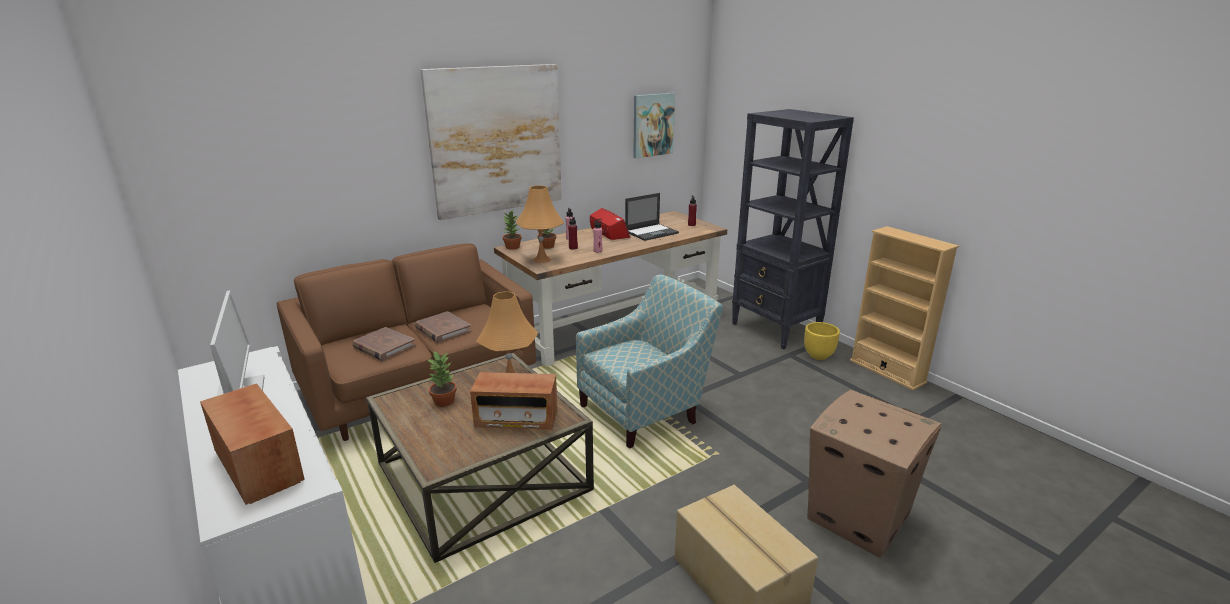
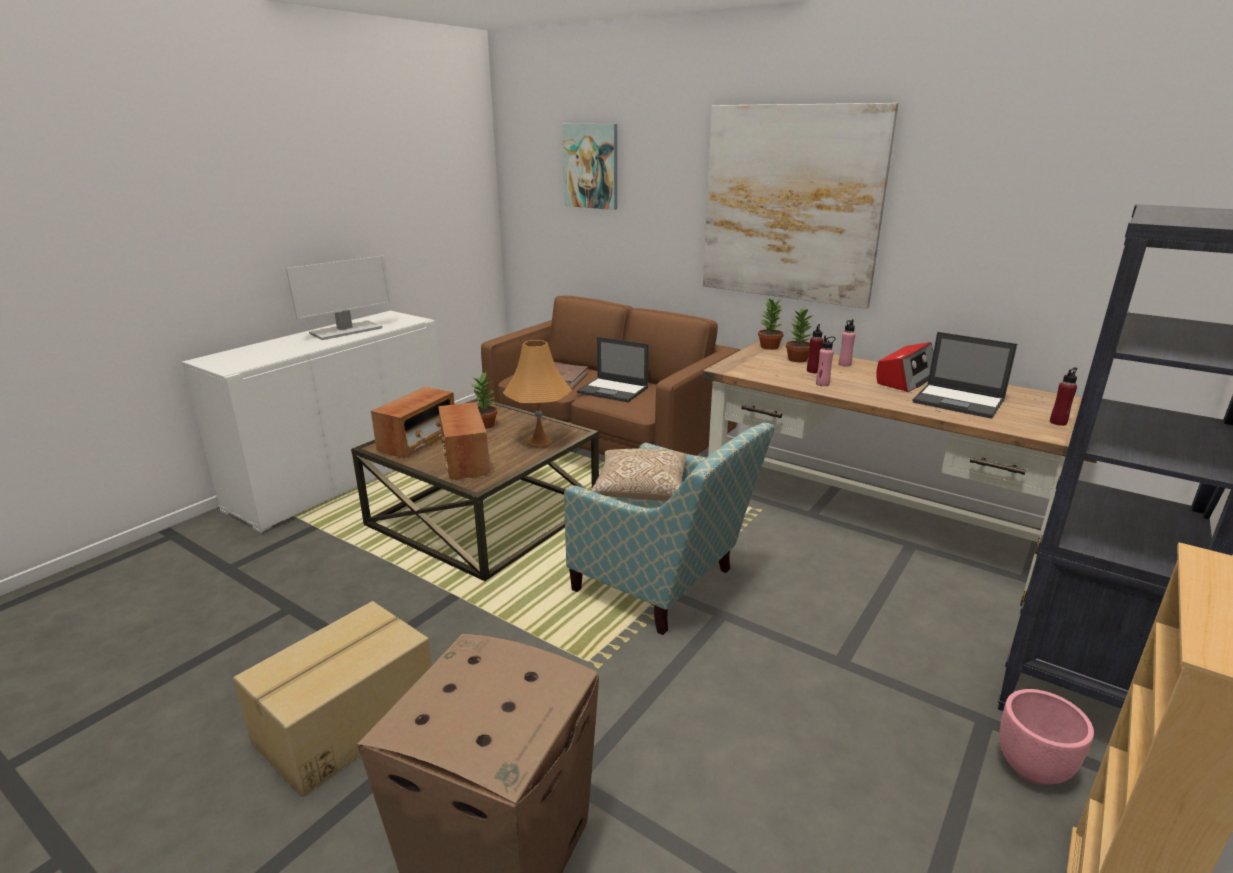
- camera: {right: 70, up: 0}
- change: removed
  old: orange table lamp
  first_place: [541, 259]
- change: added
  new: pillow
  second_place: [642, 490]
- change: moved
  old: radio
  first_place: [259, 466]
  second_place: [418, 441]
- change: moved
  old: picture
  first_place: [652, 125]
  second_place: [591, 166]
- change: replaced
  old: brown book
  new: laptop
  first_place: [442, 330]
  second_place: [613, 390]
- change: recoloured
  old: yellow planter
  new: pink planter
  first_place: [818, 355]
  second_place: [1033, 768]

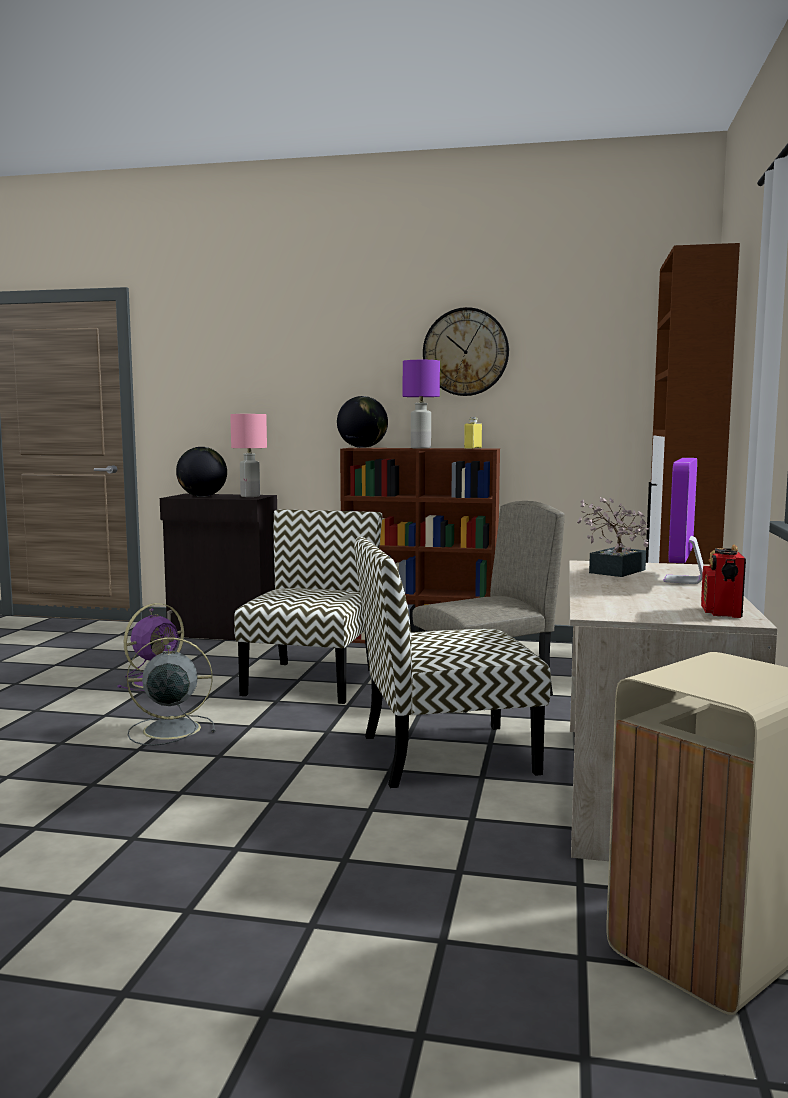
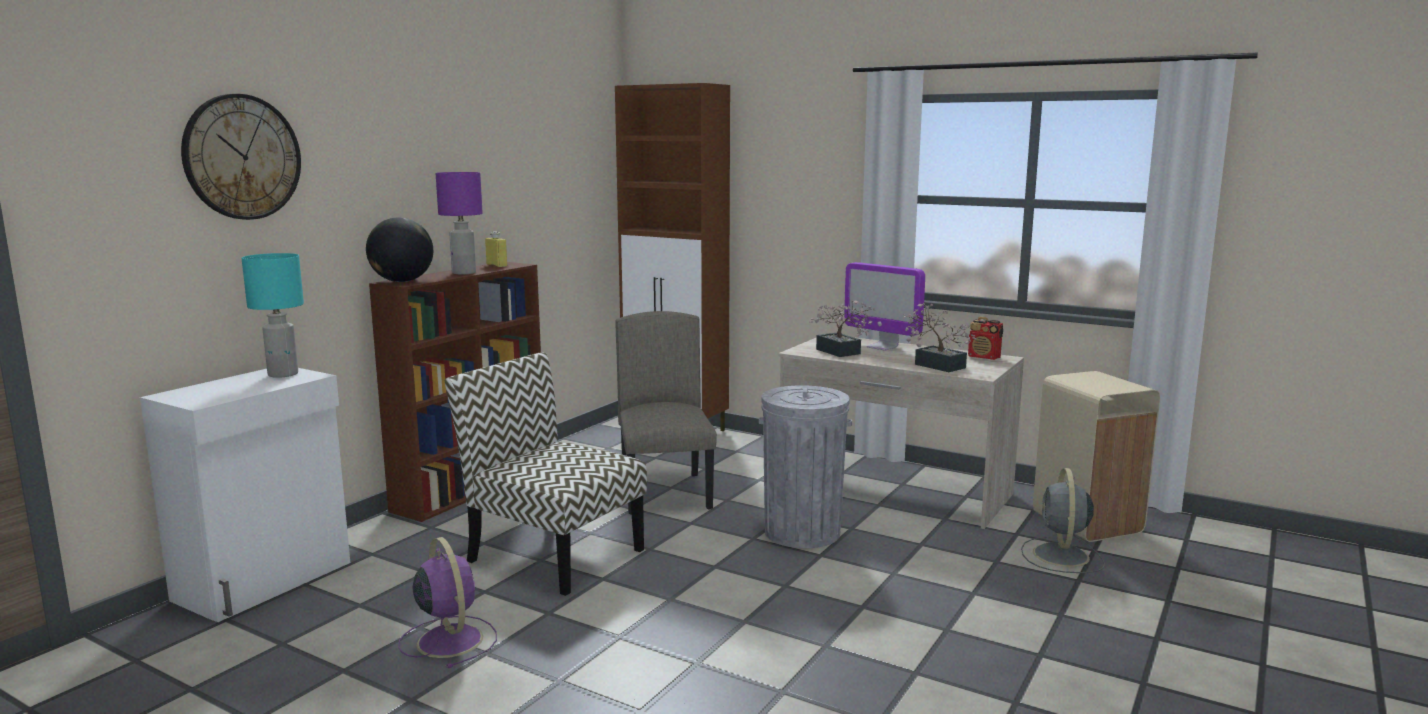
- camera: {right: -70, up: 5}
- change: removed
  old: globe
  first_place: [202, 496]
- change: added
  new: potted plant
  second_place: [935, 365]
- change: moved
  old: grey fan
  first_place: [169, 730]
  second_place: [1061, 556]
- change: moved
  old: wall clock
  first_place: [465, 352]
  second_place: [242, 157]
- change: replaced
  old: chair
  new: grey trash can
  first_place: [445, 755]
  second_place: [802, 532]
- change: recoloured
  old: black cabinet
  new: white cabinet
  first_place: [224, 633]
  second_place: [266, 581]
- change: recoloured
  old: pink table lamp
  new: turquoise table lamp
  first_place: [250, 496]
  second_place: [284, 374]

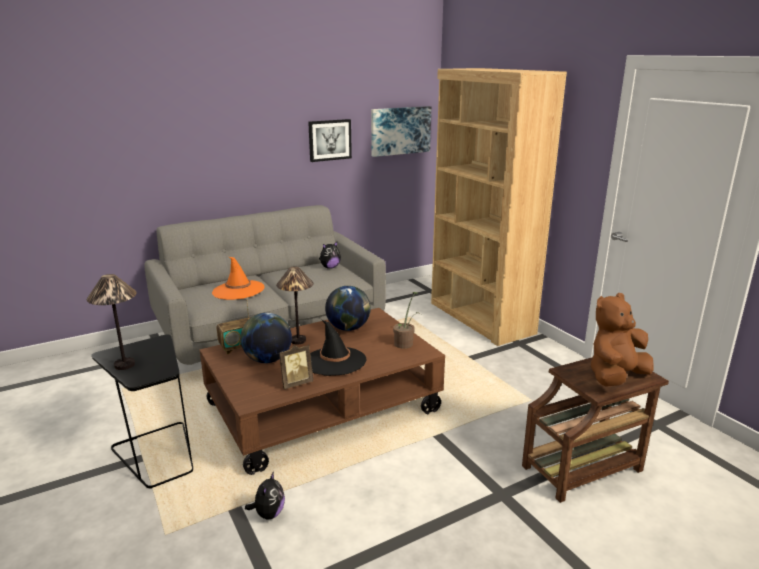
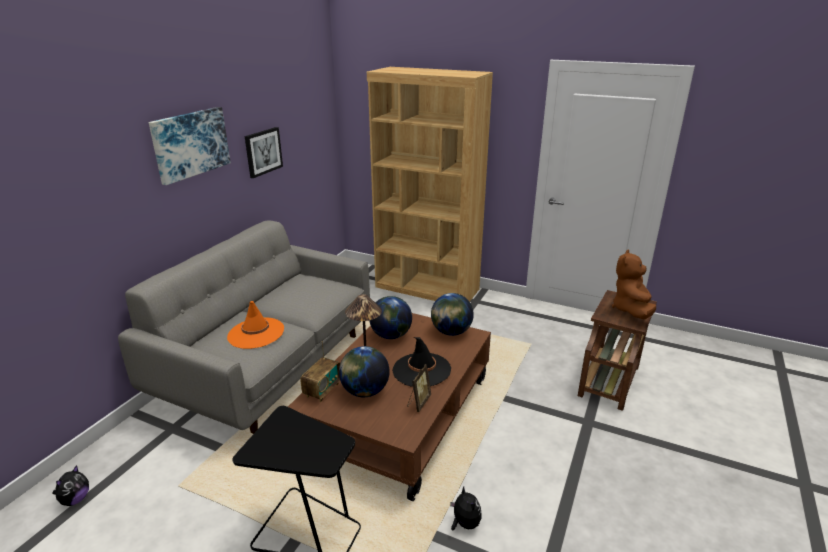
- camera: {right: -35, up: 5}
- change: removed
  old: table lamp
  first_place: [124, 365]
- change: moved
  old: plush toy
  first_place: [330, 267]
  second_place: [75, 499]
- change: moved
  old: picture
  first_place: [400, 130]
  second_place: [190, 144]
- change: replaced
  old: potted plant
  new: globe
  first_place: [405, 343]
  second_place: [451, 332]

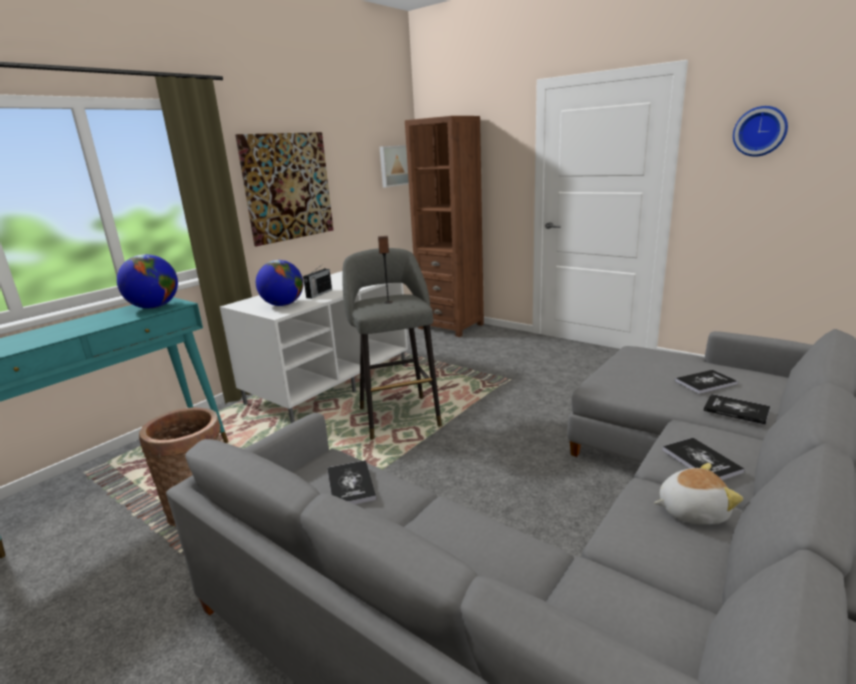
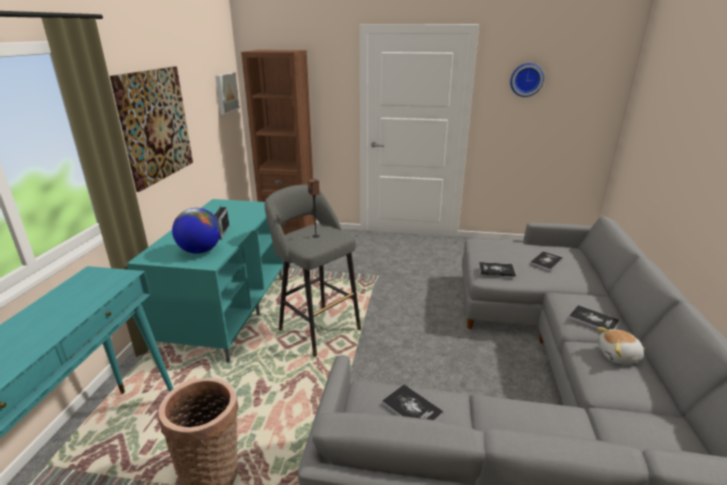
- camera: {right: -30, up: 5}
- change: removed
  old: globe
  first_place: [154, 307]
- change: moved
  old: book
  first_place: [736, 410]
  second_place: [496, 270]
- change: recoloured
  old: white tv stand
  new: turquoise tv stand
  first_place: [329, 383]
  second_place: [226, 311]
- change: turned
  old: plush toy
  first_place: [691, 511]
  second_place: [618, 356]
  degrees: -150

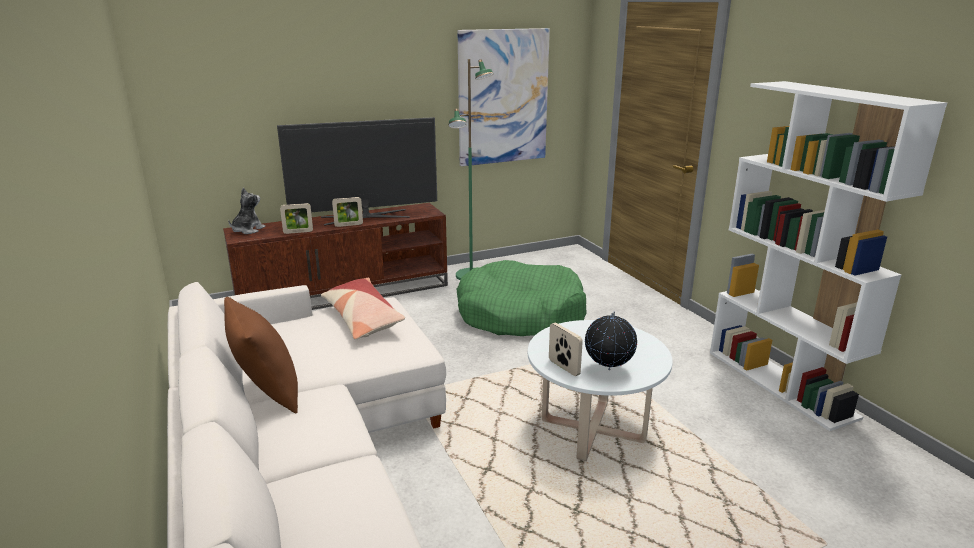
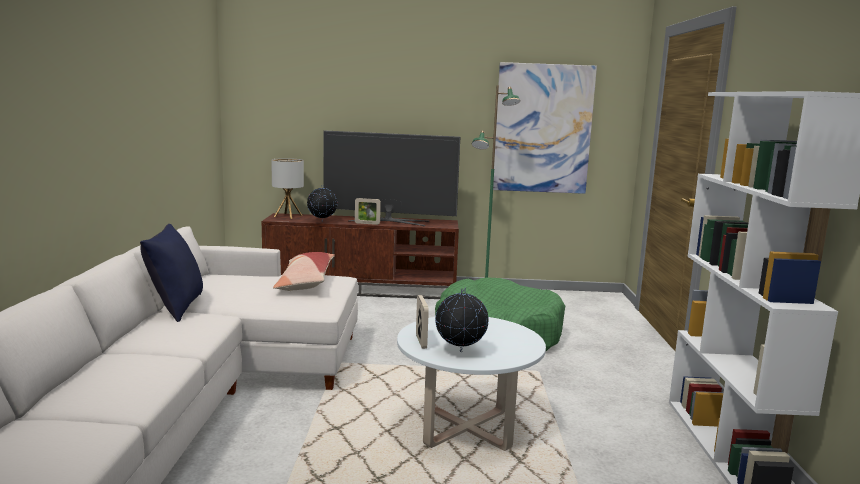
- camera: {right: 25, up: -10}
- change: replaced
  old: plush toy
  new: table lamp
  first_place: [247, 230]
  second_place: [288, 216]
- change: replaced
  old: picture frame
  new: globe
  first_place: [298, 232]
  second_place: [322, 222]
- change: recoloured
  old: brown pillow
  new: blue pillow
  first_place: [267, 394]
  second_place: [175, 308]

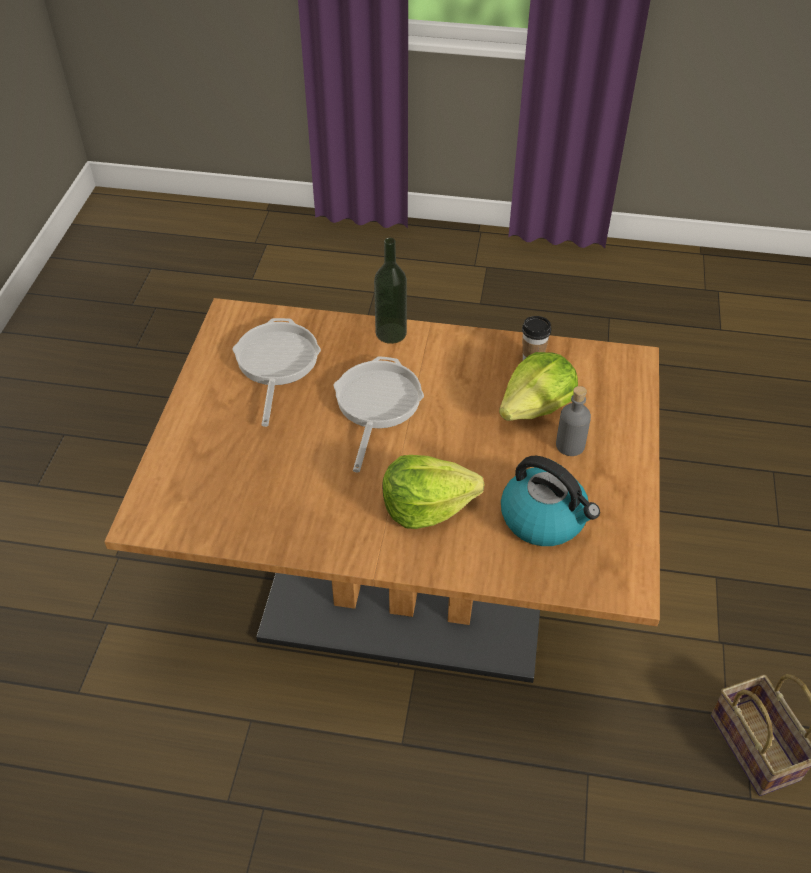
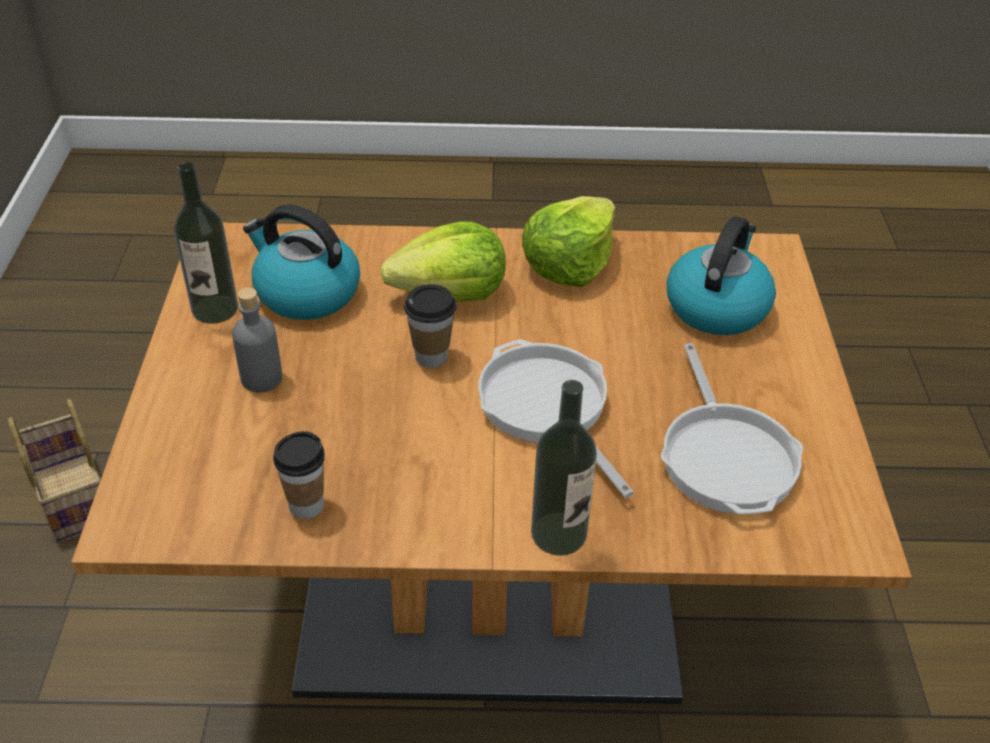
- camera: {right: 170, up: -5}
- change: added
  new: bottle
  second_place: [215, 309]
- change: added
  new: cup
  second_place: [431, 356]
- change: added
  new: kettle
  second_place: [716, 306]
- change: moved
  old: lettuce
  first_place: [536, 407]
  second_place: [569, 264]
- change: turned
  old: frying pan
  first_place: [376, 404]
  second_place: [547, 407]
  degrees: 150

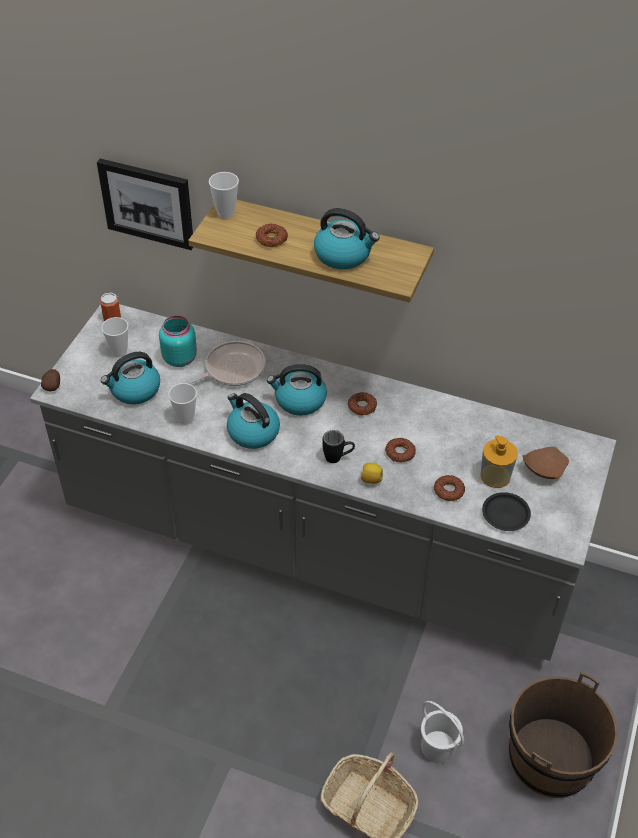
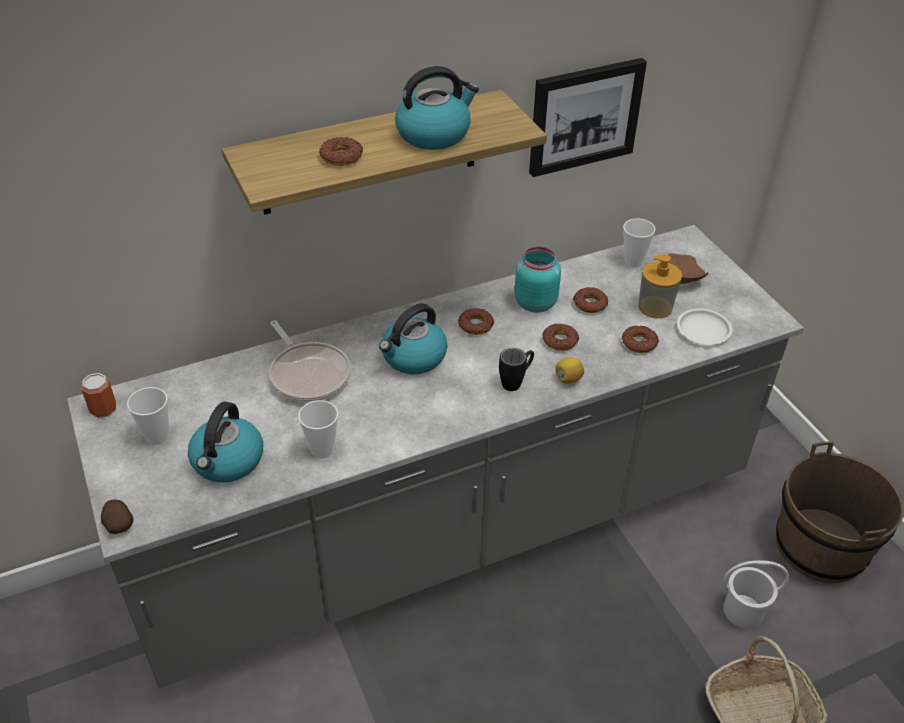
- camera: {right: -45, up: -5}
- change: removed
  old: kettle
  first_place: [252, 432]
- change: added
  new: donut
  second_place: [590, 304]
- change: moved
  old: picture
  first_place: [147, 203]
  second_place: [584, 116]
- change: moved
  old: turquoise jar
  first_place: [180, 357]
  second_place: [534, 302]
- change: moved
  old: cup
  first_place: [225, 213]
  second_place: [633, 262]
- change: recoloured
  old: black plate
  new: white plate
  first_place: [506, 514]
  second_place: [704, 330]
- change: turned
  old: frying pan
  first_place: [231, 369]
  second_place: [308, 374]
  degrees: 135

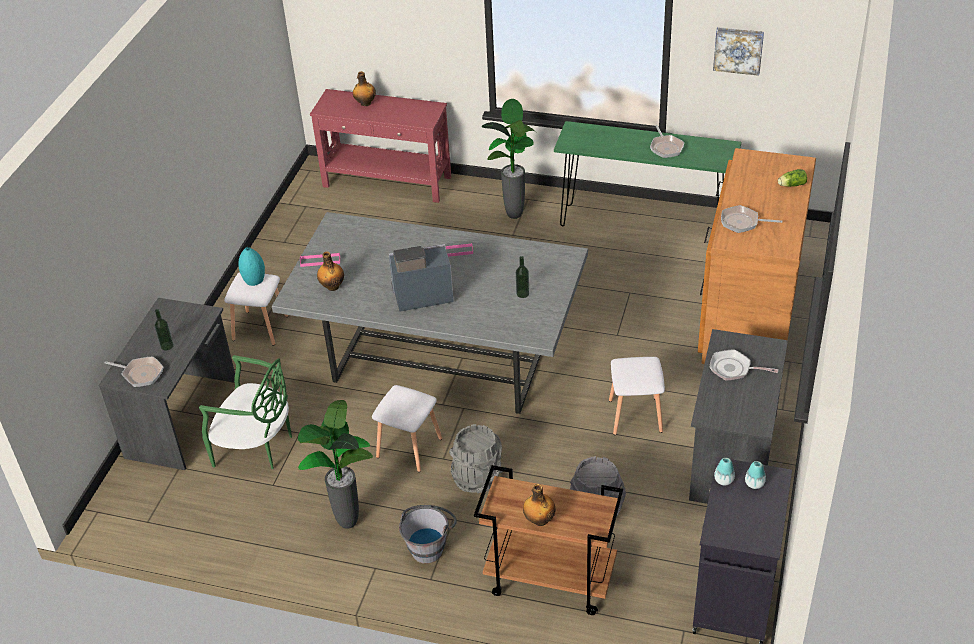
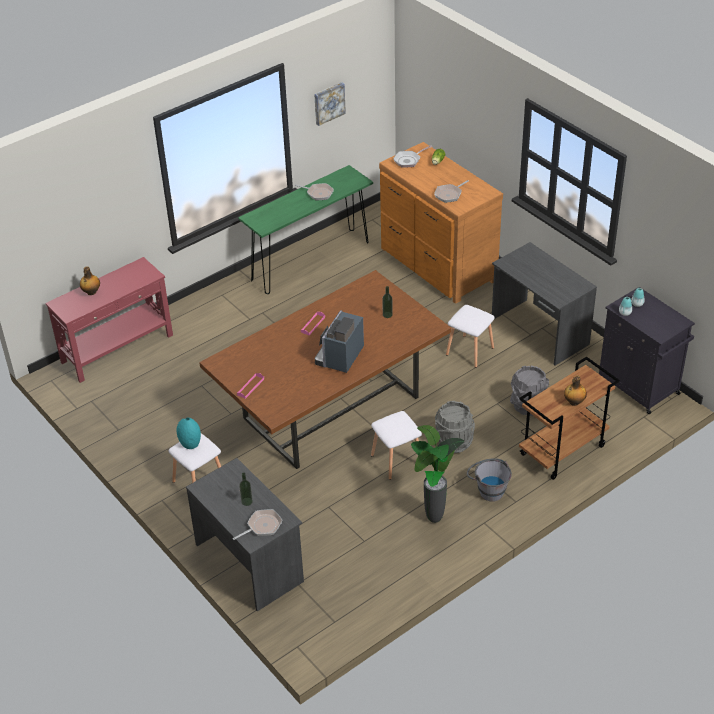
- camera: {right: -55, up: 0}
- change: removed
  old: green chair
  first_place: [256, 447]
- change: removed
  old: bottle
  first_place: [332, 286]
- change: removed
  old: potted plant
  first_place: [515, 215]
- change: moved
  old: frying pan
  first_place: [733, 369]
  second_place: [409, 160]
- change: recoloured
  old: grey dining table
  new: brown dining table
  first_place: [439, 358]
  second_place: [329, 408]

